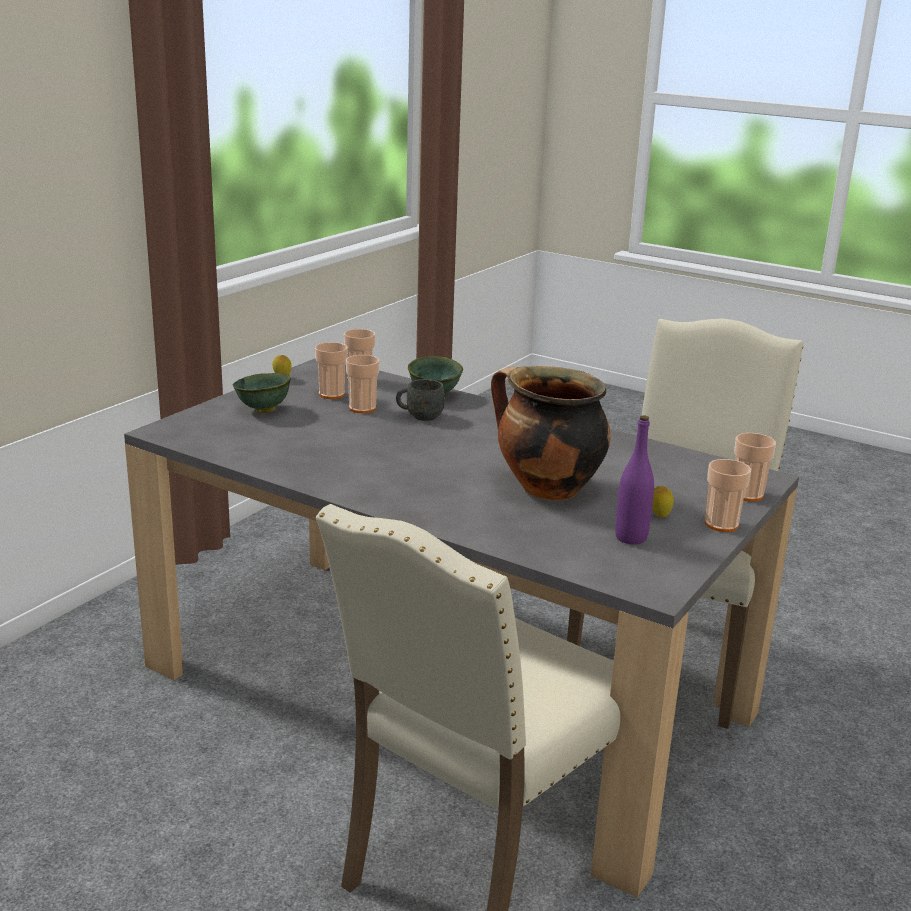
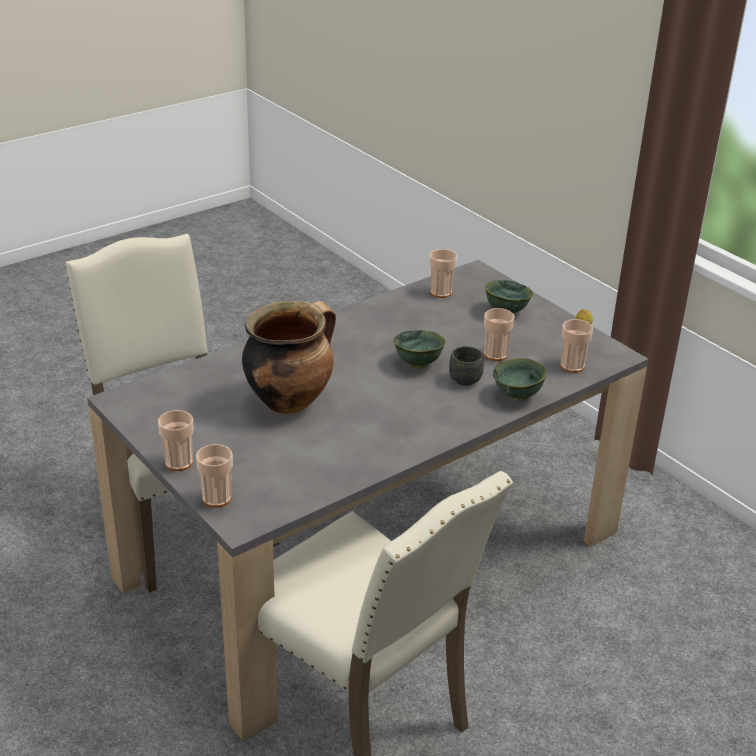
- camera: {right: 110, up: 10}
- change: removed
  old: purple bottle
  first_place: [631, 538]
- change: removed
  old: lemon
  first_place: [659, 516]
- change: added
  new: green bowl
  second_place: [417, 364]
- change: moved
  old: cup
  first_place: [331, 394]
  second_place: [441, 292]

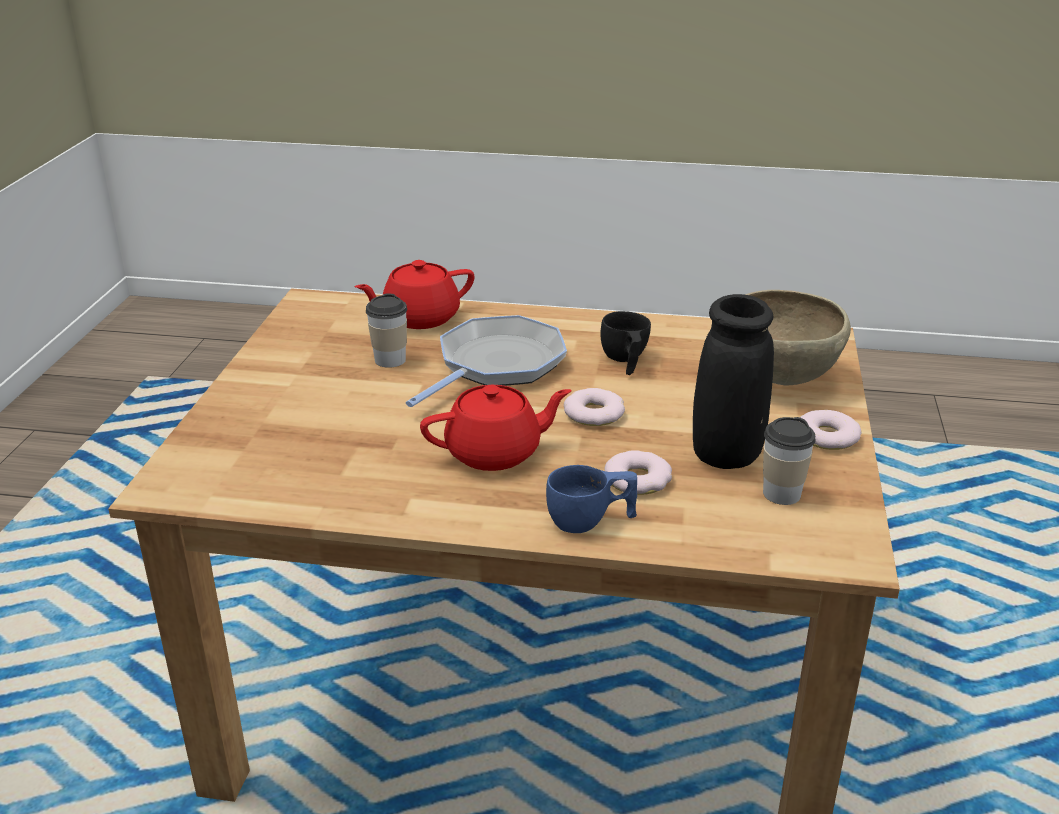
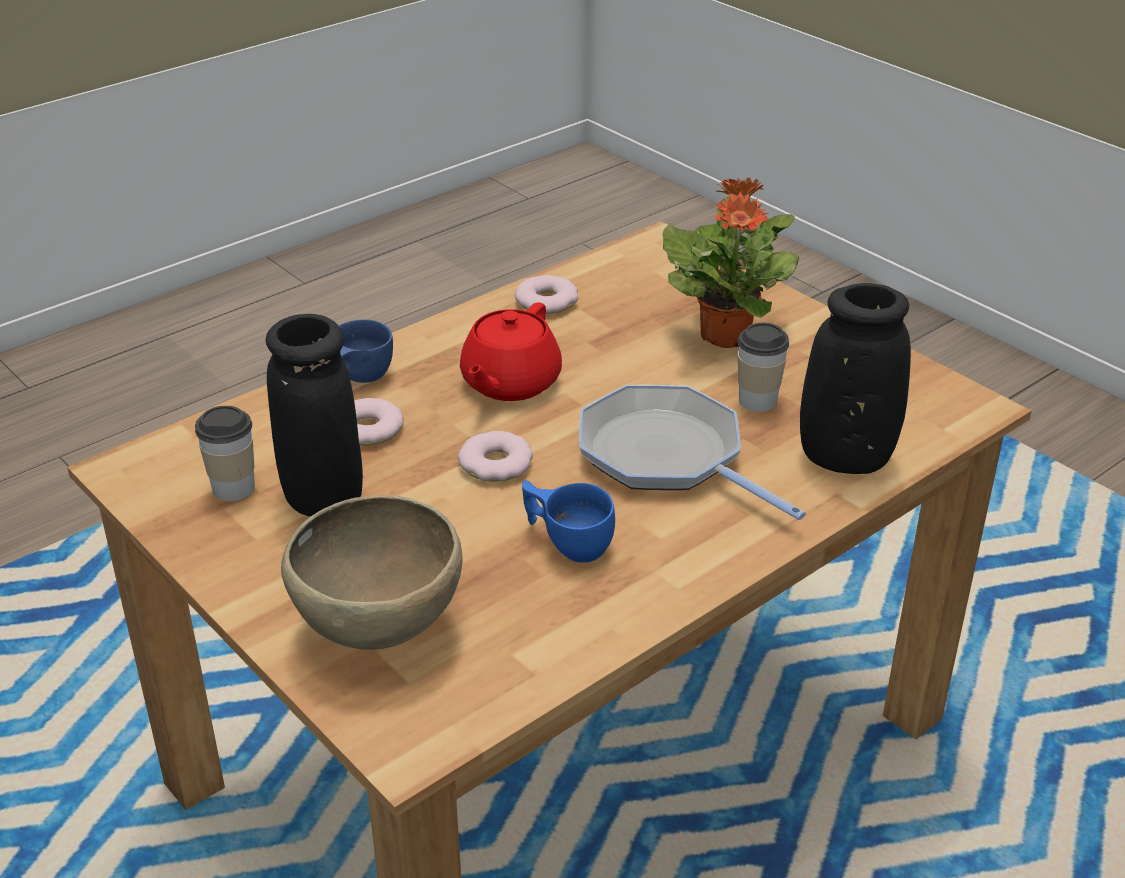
- camera: {right: 130, up: 5}
- change: added
  new: potted plant
  second_place: [726, 335]
- change: moved
  old: donut
  first_place: [826, 436]
  second_place: [546, 301]
- change: replaced
  old: red teapot
  new: black vase
  first_place: [419, 318]
  second_place: [845, 458]
- change: recoloured
  old: black cup
  new: blue cup
  first_place: [625, 361]
  second_place: [567, 542]
- change: turned
  old: frying pan
  first_place: [496, 365]
  second_place: [667, 456]
  degrees: 150

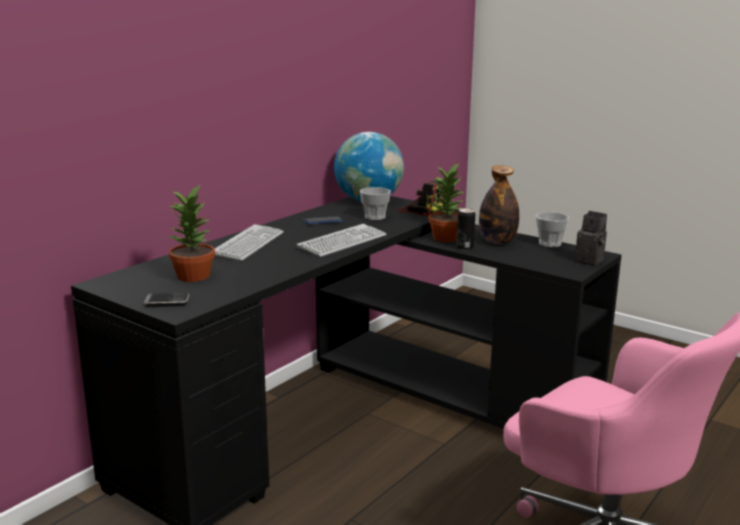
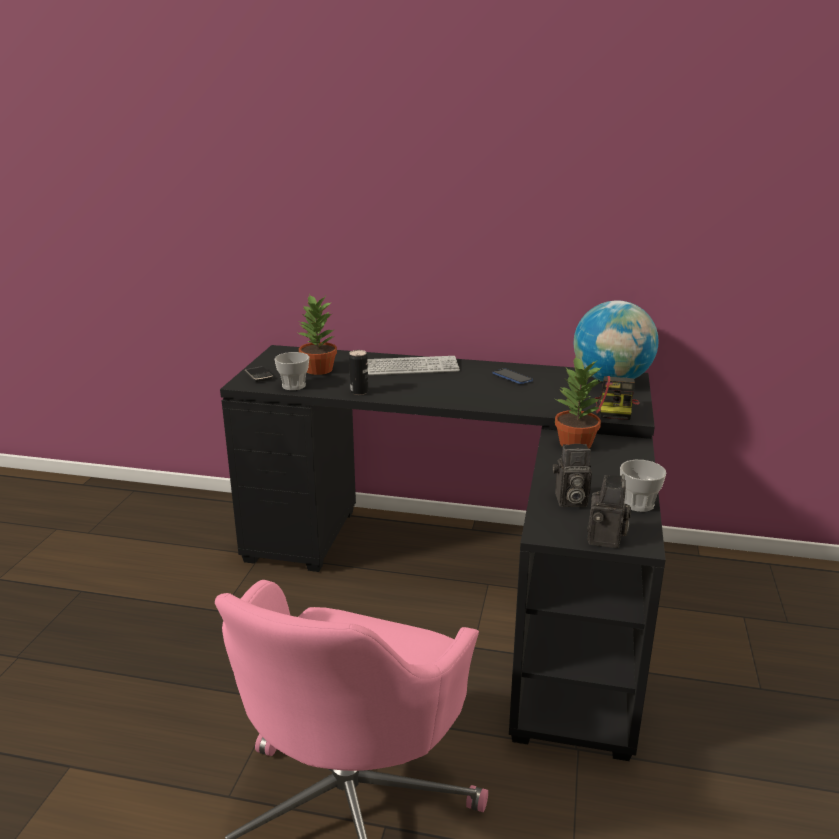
- camera: {right: 65, up: 5}
- change: removed
  old: keyboard
  first_place: [342, 242]
- change: removed
  old: bottle
  first_place: [497, 242]
- change: added
  new: photo camera
  second_place: [569, 501]
- change: moved
  old: cup
  first_place: [375, 217]
  second_place: [293, 386]
- change: moved
  old: can
  first_place: [465, 248]
  second_place: [359, 392]

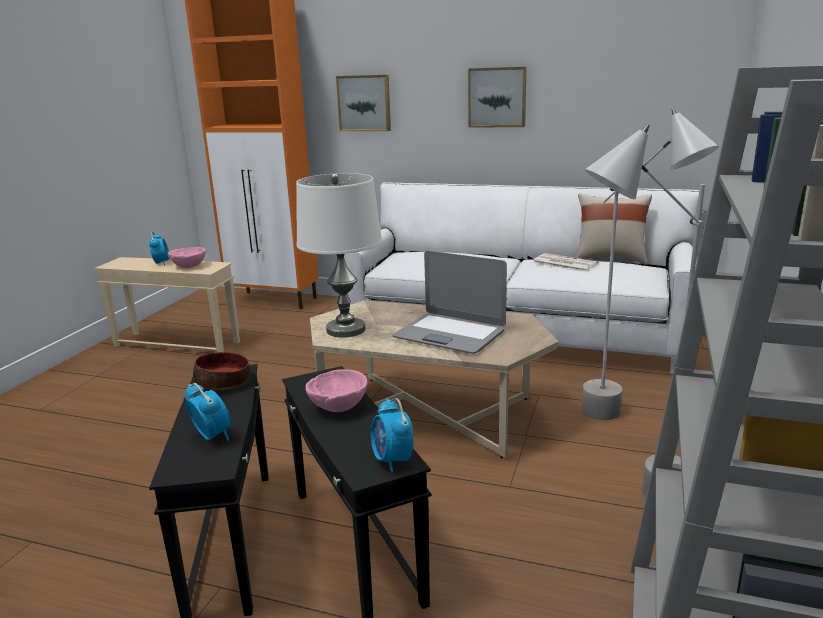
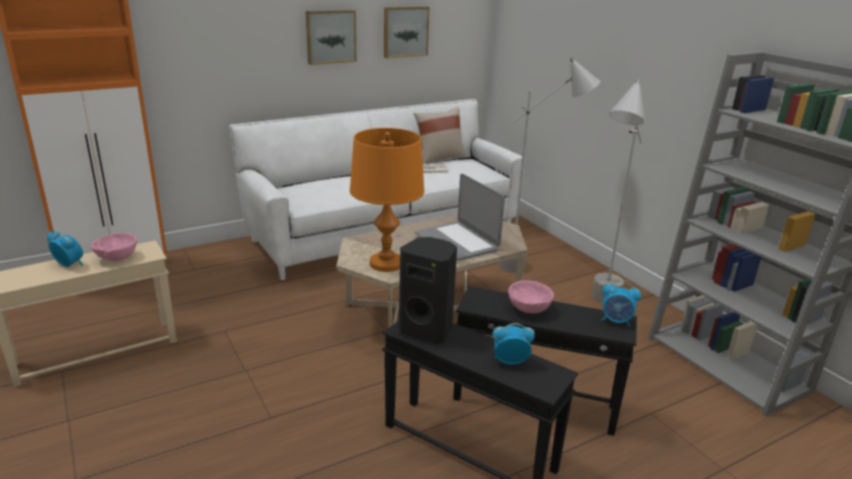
- camera: {right: -50, up: 5}
- change: moved
  old: picture
  first_place: [364, 103]
  second_place: [405, 31]
- change: replaced
  old: bowl
  new: black speaker
  first_place: [224, 382]
  second_place: [427, 330]
- change: recoloured
  old: white table lamp
  new: orange table lamp
  first_place: [345, 330]
  second_place: [386, 264]
- change: turned
  old: laptop
  first_place: [449, 334]
  second_place: [457, 242]
  degrees: 75

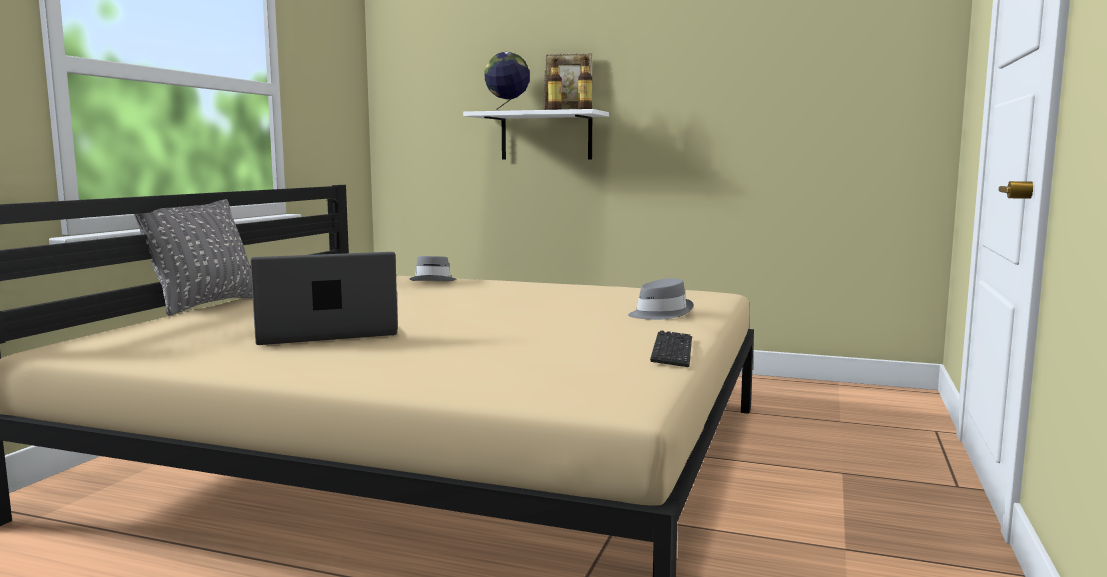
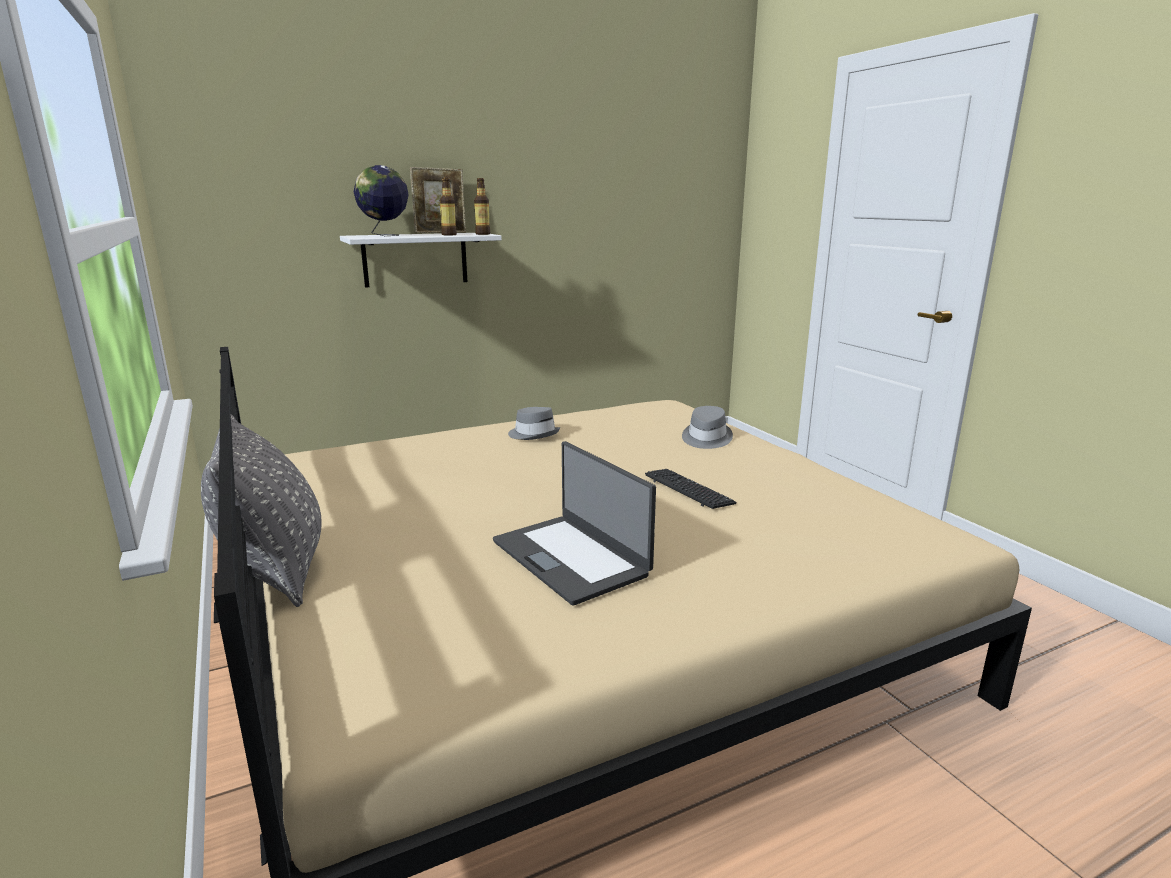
- camera: {right: -45, up: 10}
- change: moved
  old: grey hat
  first_place: [434, 281]
  second_place: [534, 434]
- change: moved
  old: keyboard
  first_place: [672, 351]
  second_place: [688, 490]
- change: turned
  old: laptop
  first_place: [325, 333]
  second_place: [571, 557]
  degrees: -60

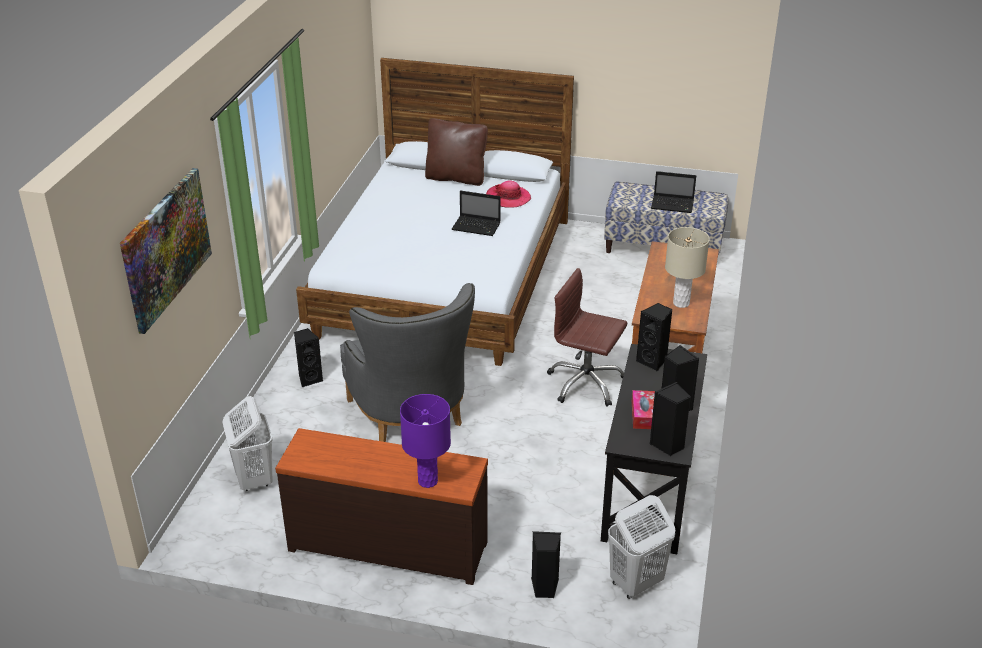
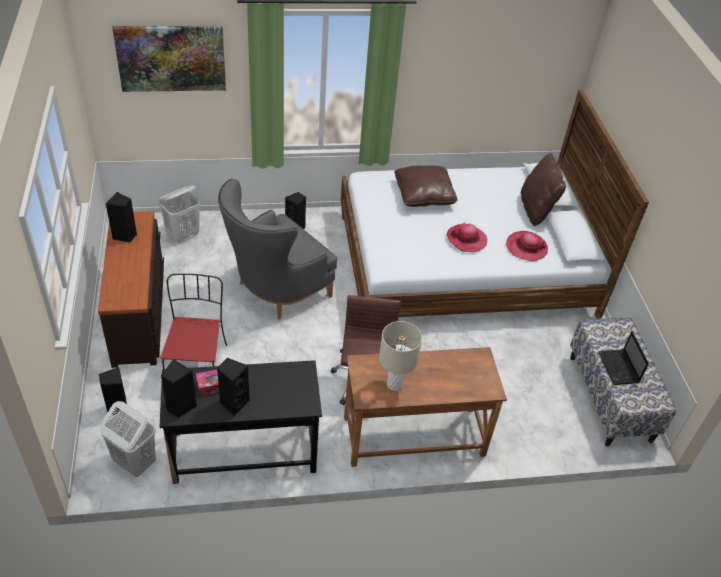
- camera: {right: 65, up: 10}
- change: removed
  old: purple table lamp
  first_place: [428, 481]
- change: added
  new: red chair
  second_place: [196, 365]
- change: added
  new: brown pillow
  second_place: [424, 195]
- change: moved
  old: black speaker
  first_place: [653, 361]
  second_place: [125, 236]
- change: replaced
  old: laptop
  new: hat
  first_place: [477, 227]
  second_place: [466, 239]

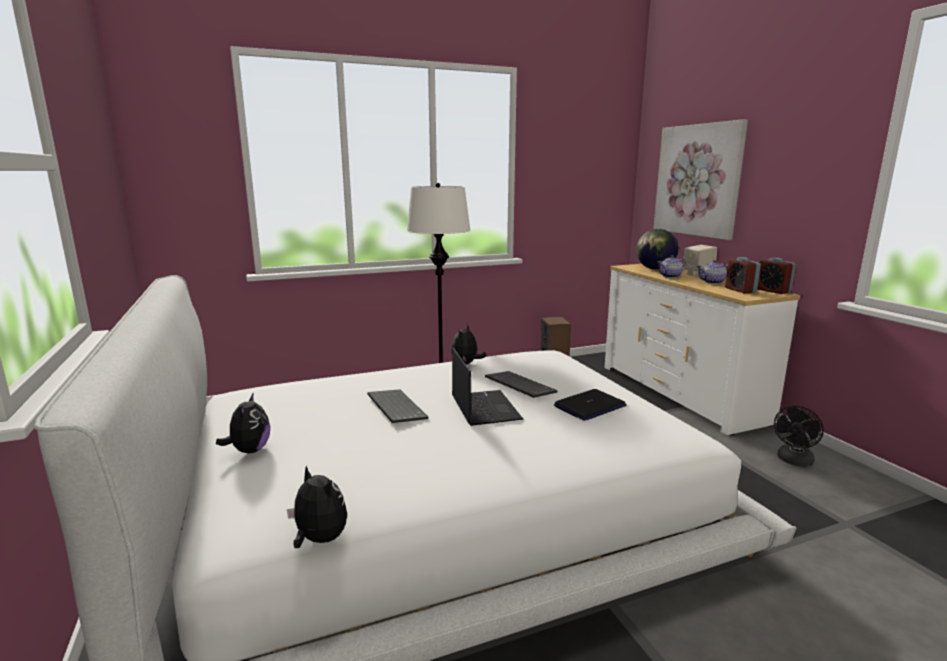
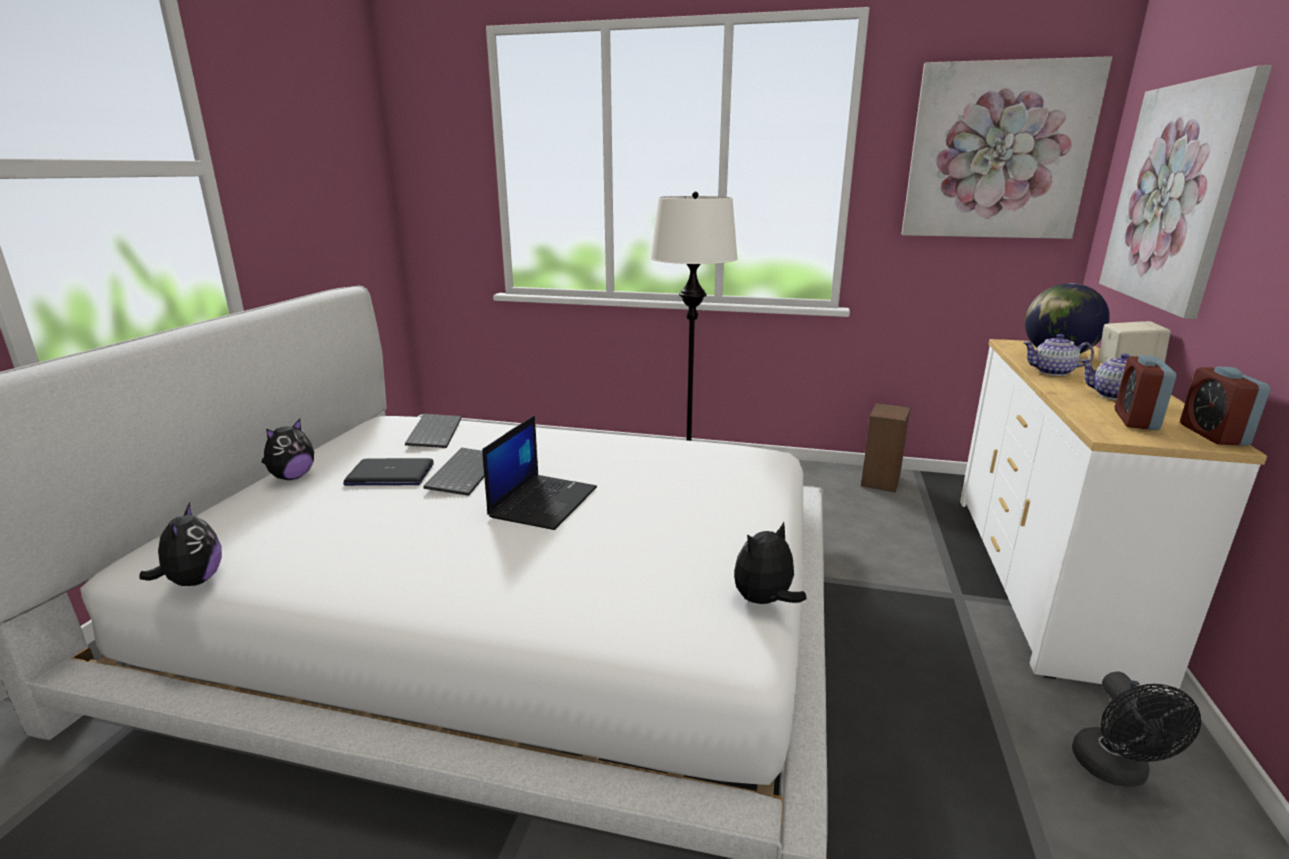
- camera: {right: 35, up: 5}
- change: added
  new: picture
  second_place: [997, 152]
- change: moved
  old: plush toy
  first_place: [466, 364]
  second_place: [764, 601]
- change: moved
  old: keyboard
  first_place: [518, 386]
  second_place: [433, 432]
- change: moved
  old: laptop
  first_place: [589, 406]
  second_place: [389, 475]
- change: turned
  old: black fan
  first_place: [793, 461]
  second_place: [1115, 772]
  degrees: -75

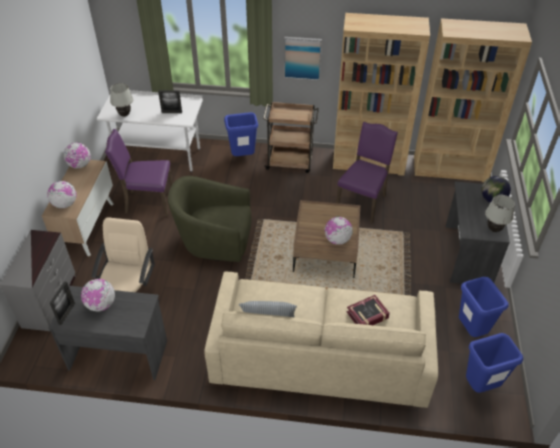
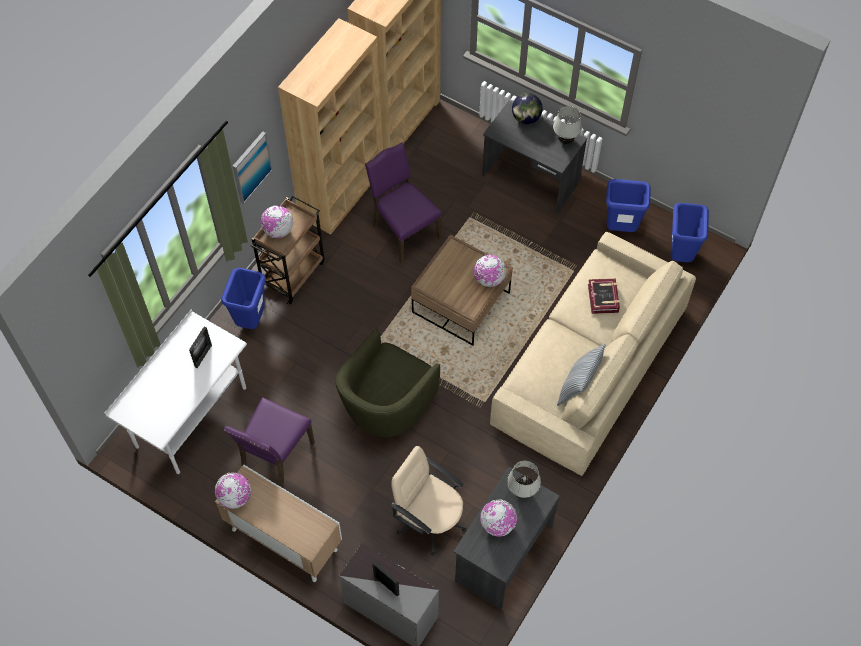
- camera: {right: -65, up: 15}
- change: moved
  old: globe
  first_place: [65, 204]
  second_place: [278, 231]
- change: moved
  old: picture frame
  first_place: [67, 314]
  second_place: [386, 585]
- change: moved
  old: white table lamp
  first_place: [124, 115]
  second_place: [522, 492]

